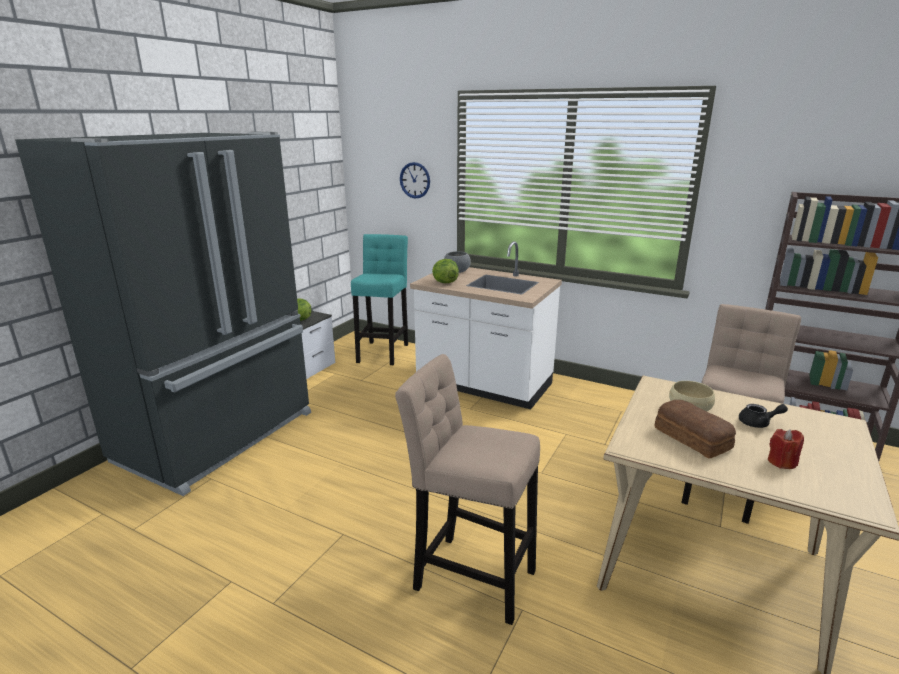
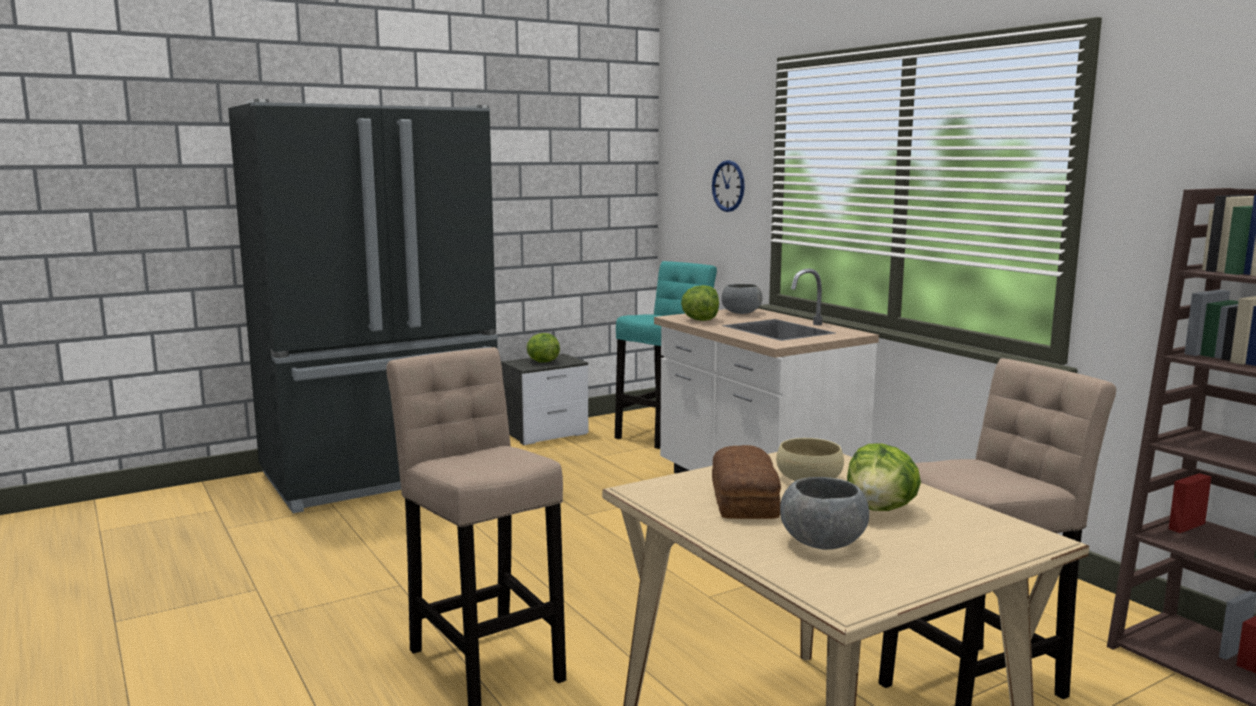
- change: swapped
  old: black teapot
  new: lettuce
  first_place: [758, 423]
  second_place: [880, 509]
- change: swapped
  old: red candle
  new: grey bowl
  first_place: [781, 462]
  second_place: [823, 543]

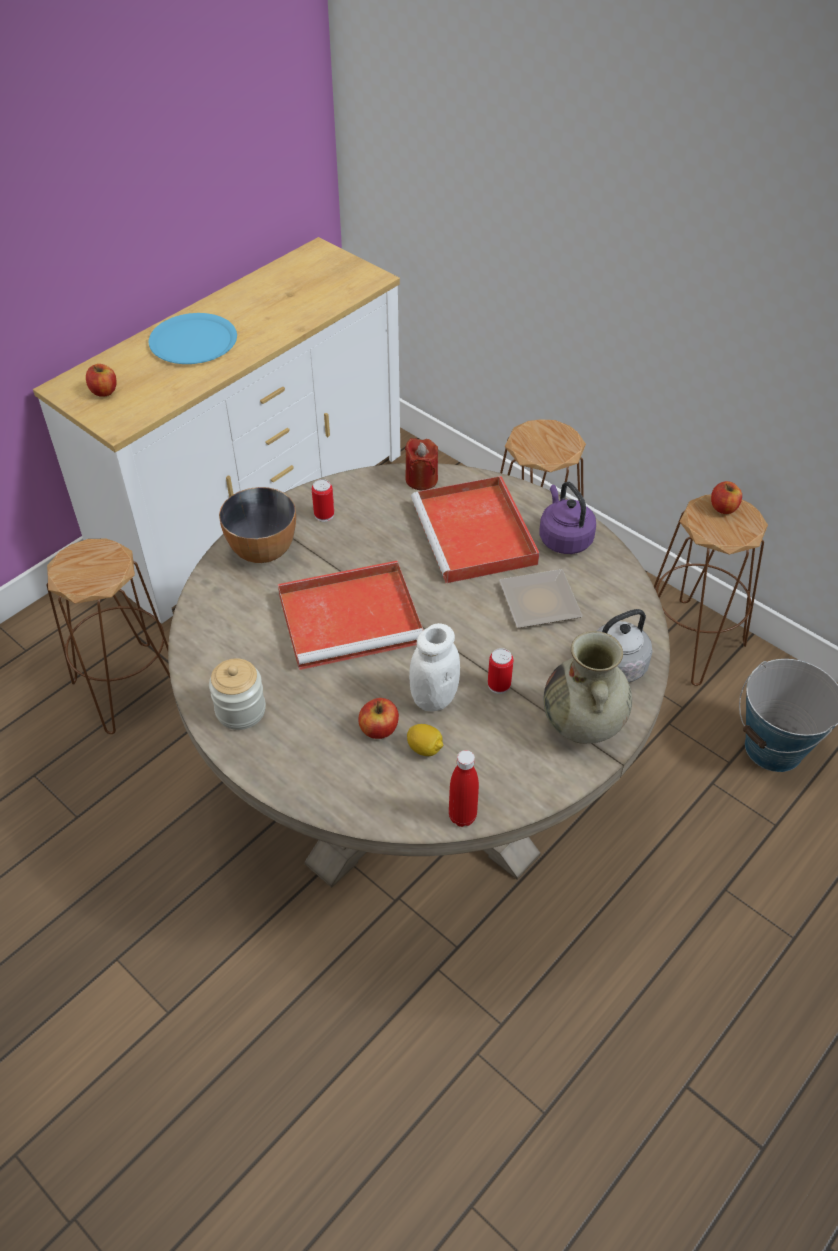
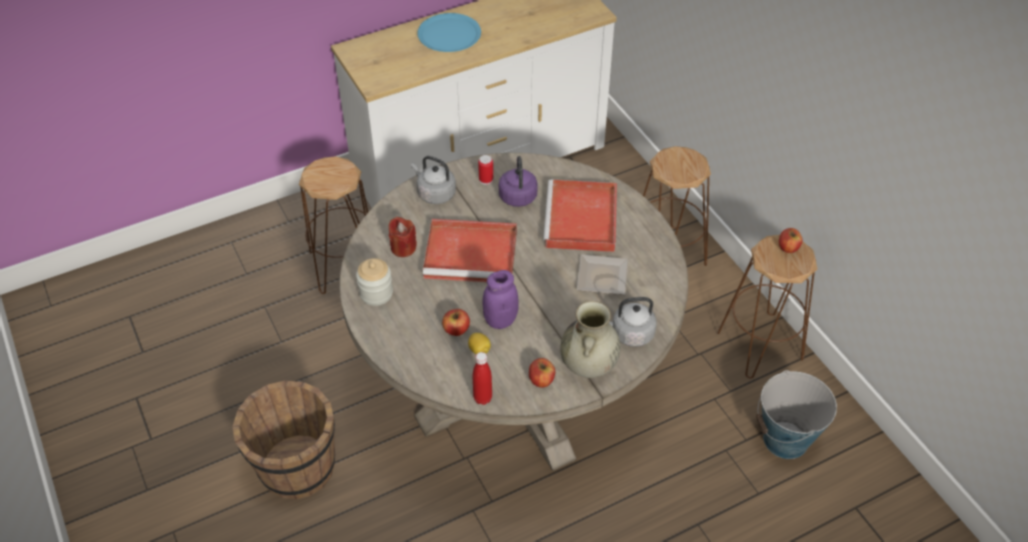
- change: shifted
  old: apple
  first_place: [104, 391]
  second_place: [541, 380]
- change: shifted
  old: red candle
  first_place: [421, 479]
  second_place: [403, 248]
- change: shifted
  old: purple kettle
  first_place: [564, 538]
  second_place: [518, 195]
- change: swapped
  old: bowl
  new: grey kettle
  first_place: [262, 550]
  second_place: [434, 193]
- change: repainted
  old: white jar
  new: purple jar
  first_place: [434, 698]
  second_place: [500, 320]
- change: gone
  old: can
  first_place: [499, 685]
- change: new
  new: brown bucket
  second_place: [296, 467]

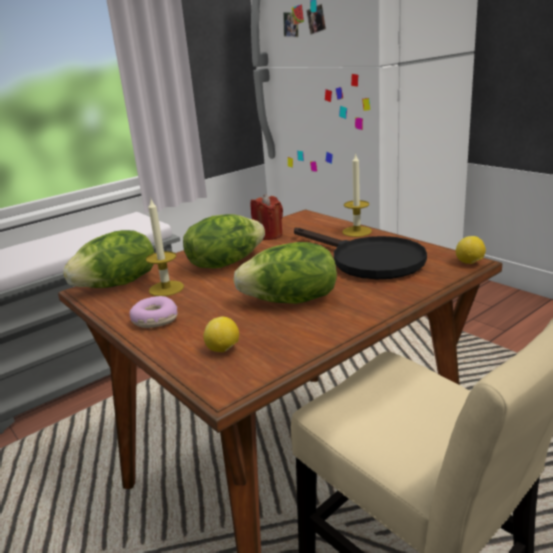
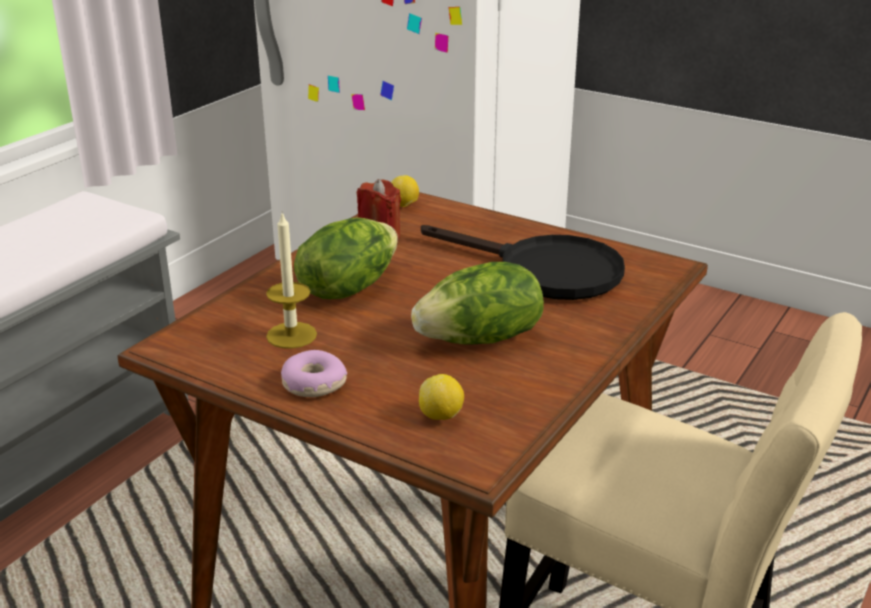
- change: gone
  old: candle
  first_place: [357, 231]
- change: gone
  old: lettuce
  first_place: [118, 284]
- change: shifted
  old: lemon
  first_place: [469, 263]
  second_place: [403, 206]

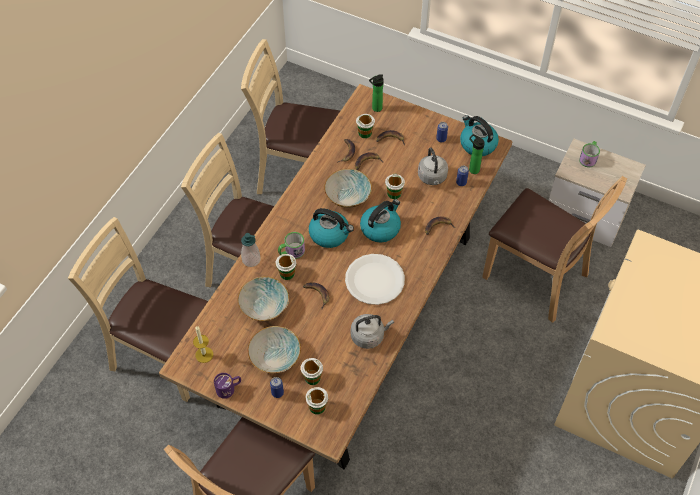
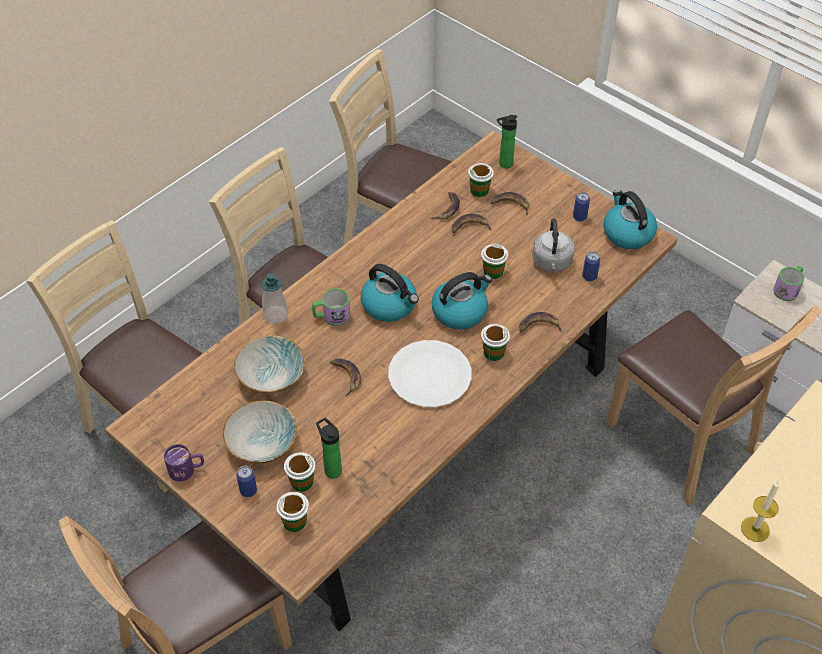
- change: shifted
  old: bottle
  first_place: [472, 169]
  second_place: [331, 469]
- change: gone
  old: bowl
  first_place: [348, 196]
- change: shifted
  old: cup
  first_place: [287, 273]
  second_place: [493, 352]
- change: gone
  old: grey kettle
  first_place: [369, 336]
- change: shifted
  old: candle
  first_place: [204, 354]
  second_place: [755, 529]

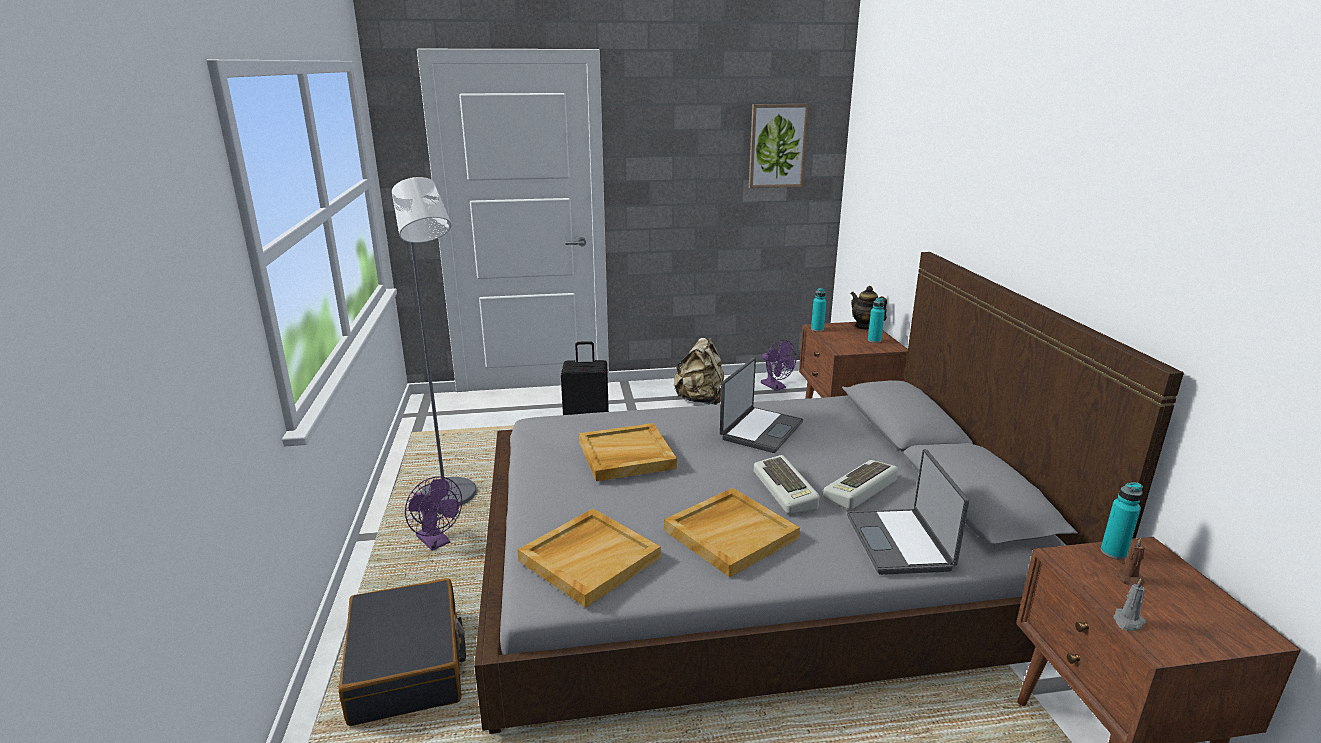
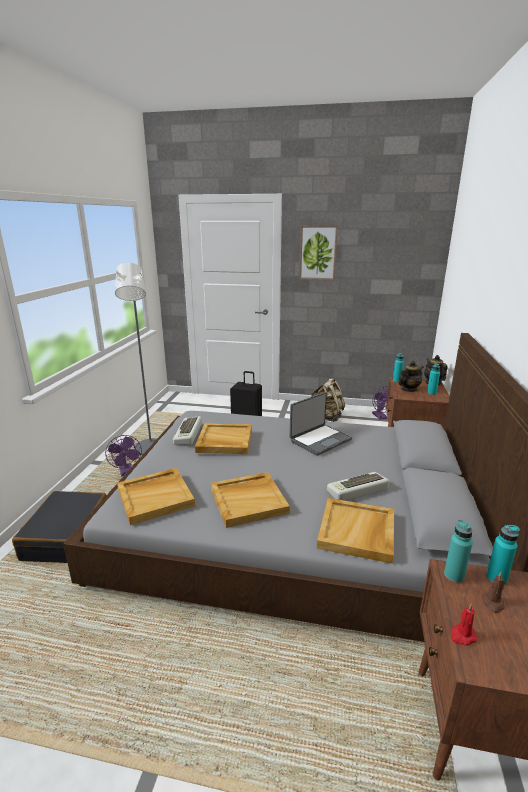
- change: shifted
  old: picture
  first_place: [777, 146]
  second_place: [318, 252]
- change: swapped
  old: laptop
  new: beige tray
  first_place: [900, 542]
  second_place: [357, 532]
- change: shifted
  old: keyboard
  first_place: [787, 490]
  second_place: [189, 434]
- change: repainted
  old: grey candle
  new: red candle
  first_place: [1127, 621]
  second_place: [462, 636]
- change: new
  new: teapot
  second_place: [408, 389]
- change: new
  new: turquoise bottle
  second_place: [454, 575]

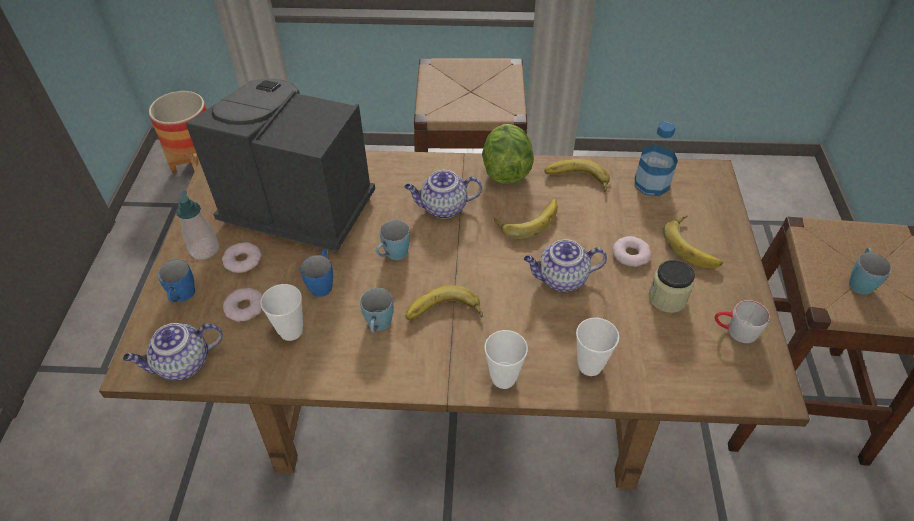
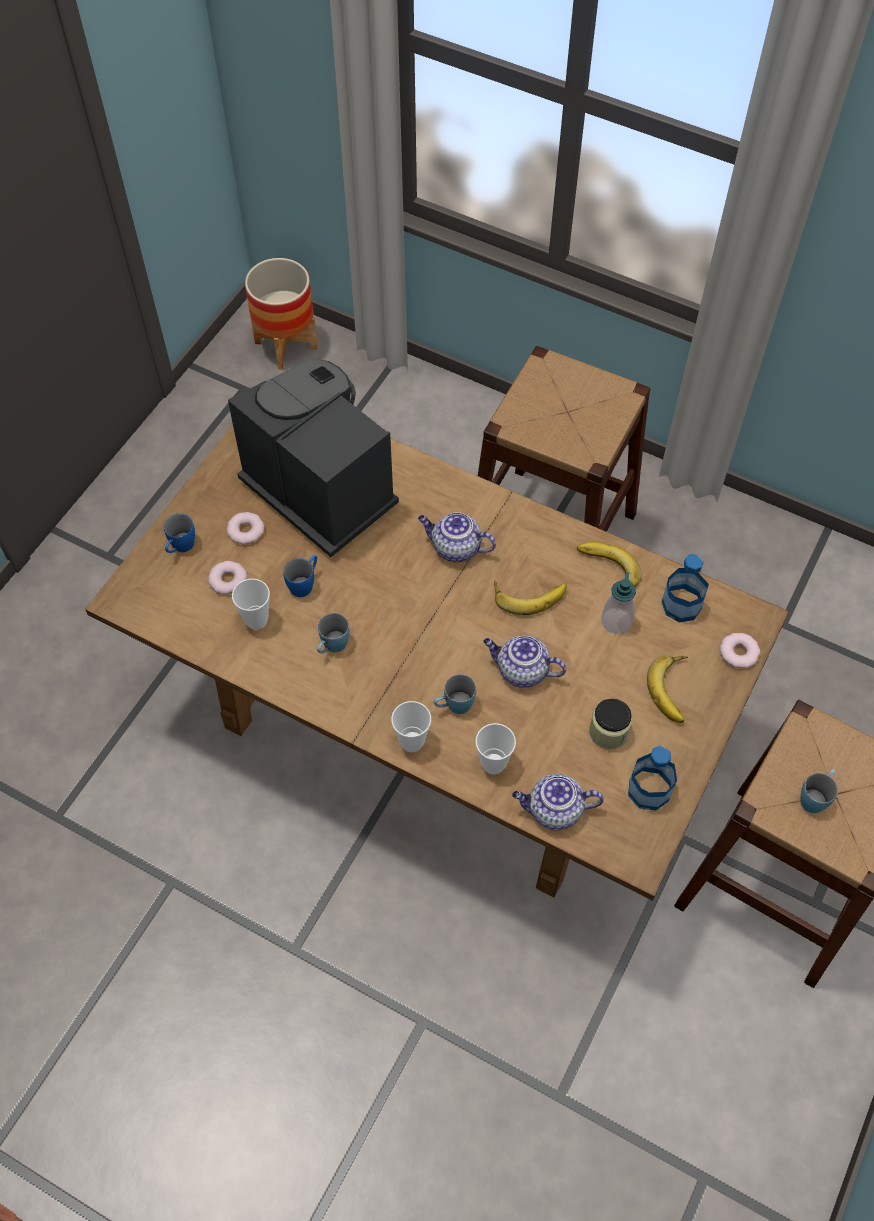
- change: gone
  old: lettuce
  first_place: [506, 171]
- change: shifted
  old: soap dispenser
  first_place: [204, 249]
  second_place: [616, 621]
- change: shifted
  old: blue mug
  first_place: [393, 255]
  second_place: [454, 706]
- change: shifted
  old: donut
  first_place: [630, 254]
  second_place: [738, 652]
- change: gone
  old: banana
  first_place: [444, 314]
- change: swapped
  old: grey mug
  new: bottle
  first_place: [735, 331]
  second_place: [648, 790]
- change: shifted
  old: teapot
  first_place: [182, 364]
  second_place: [554, 810]

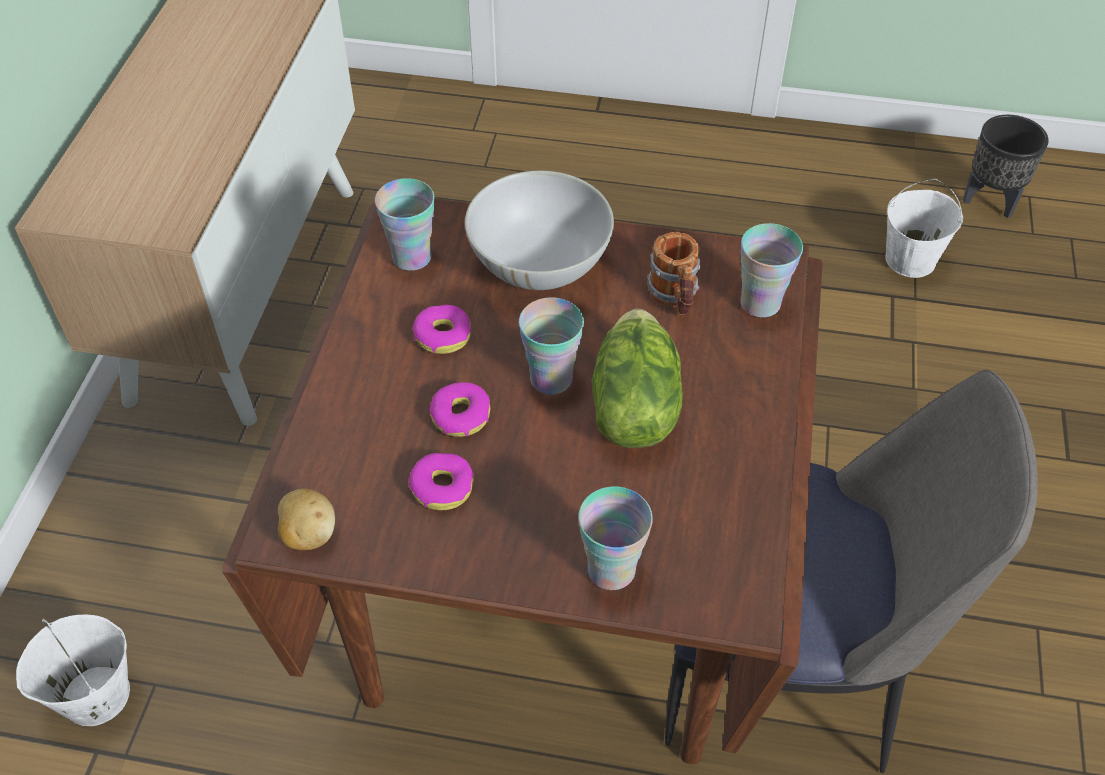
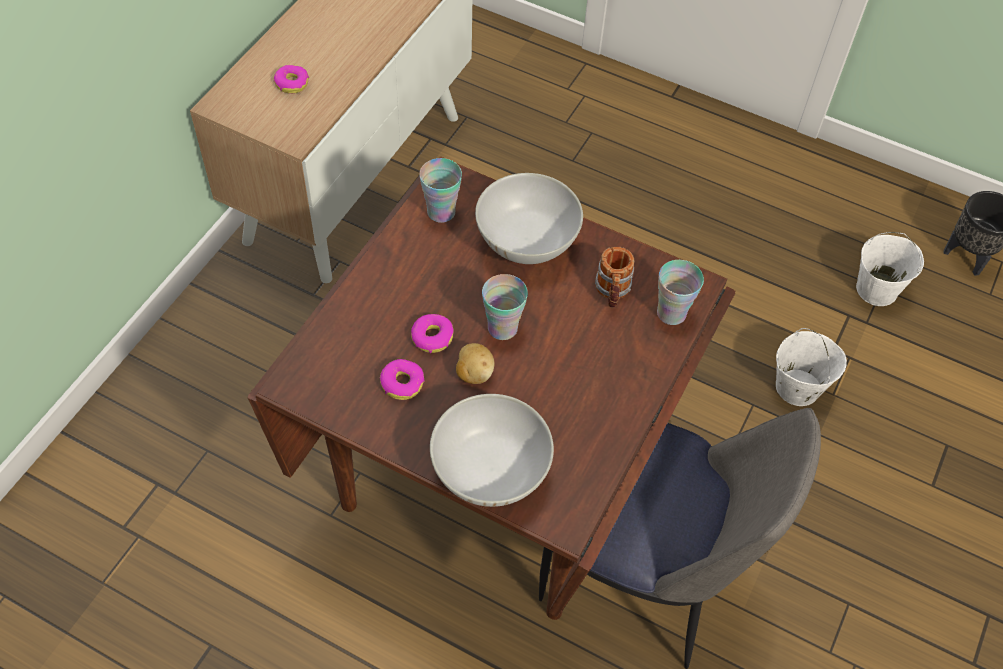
- change: shifted
  old: donut
  first_place: [443, 335]
  second_place: [292, 83]
- change: gone
  old: lettuce
  first_place: [632, 407]
- change: swapped
  old: cup
  new: white bowl
  first_place: [611, 570]
  second_place: [490, 471]
- change: shifted
  old: potato
  first_place: [308, 534]
  second_place: [474, 373]
- change: shifted
  old: white bucket
  first_place: [95, 696]
  second_place: [796, 388]

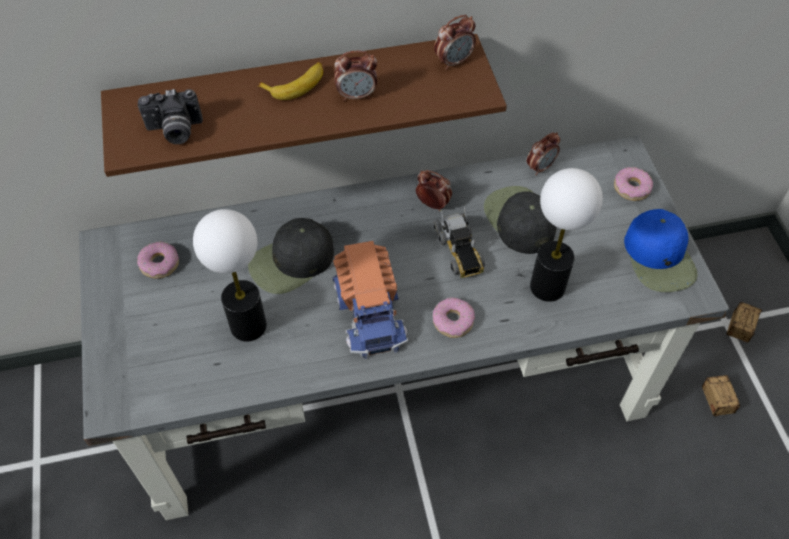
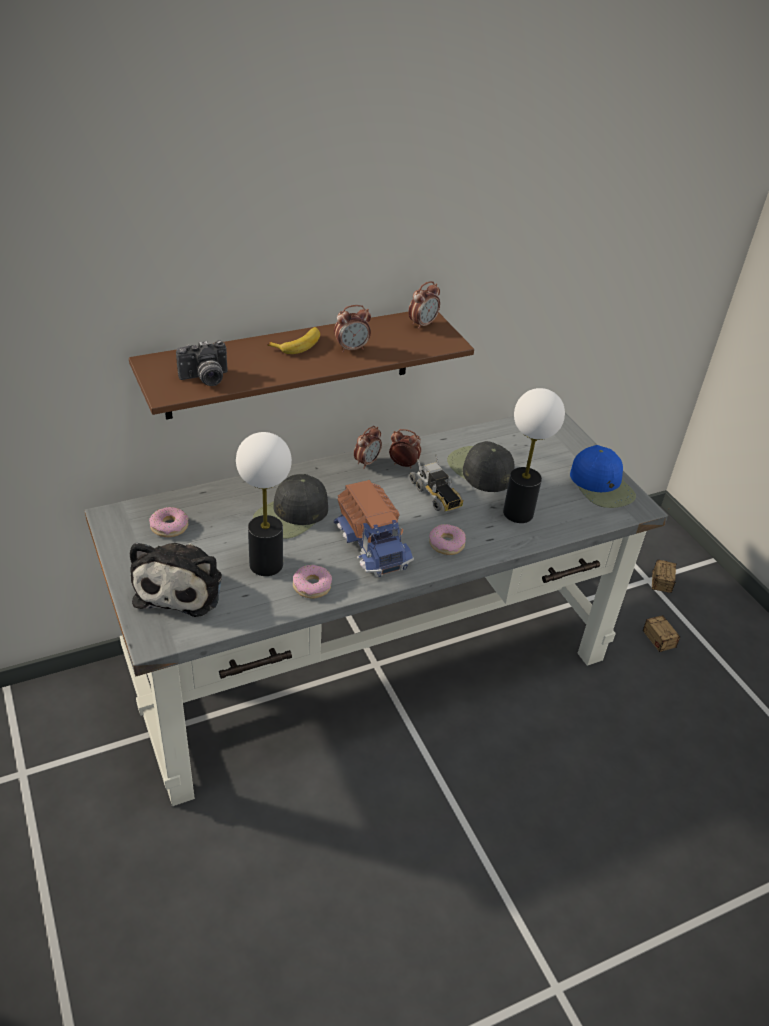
- change: shifted
  old: alarm clock
  first_place: [540, 167]
  second_place: [367, 462]
- change: shifted
  old: donut
  first_place: [631, 188]
  second_place: [312, 586]
- change: new
  new: plush toy
  second_place: [181, 586]

